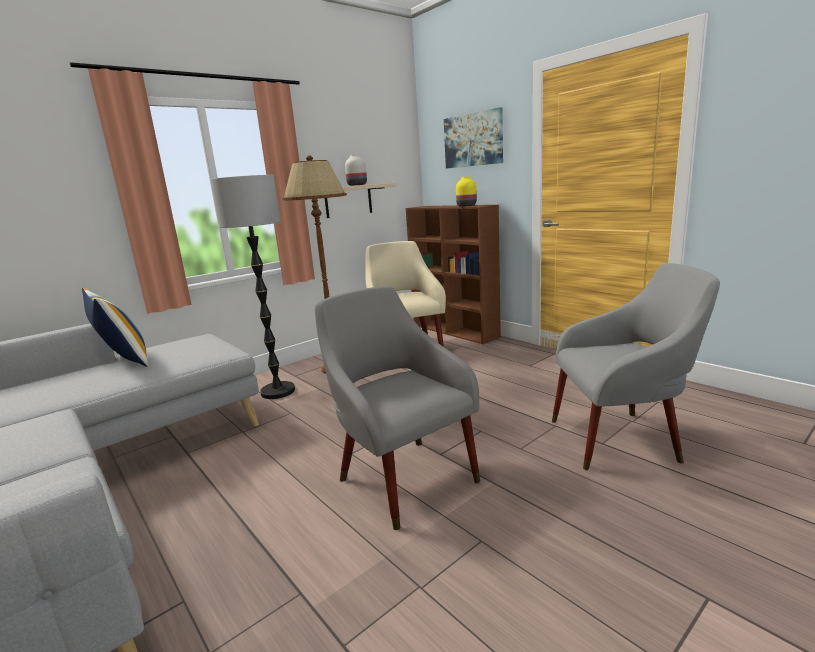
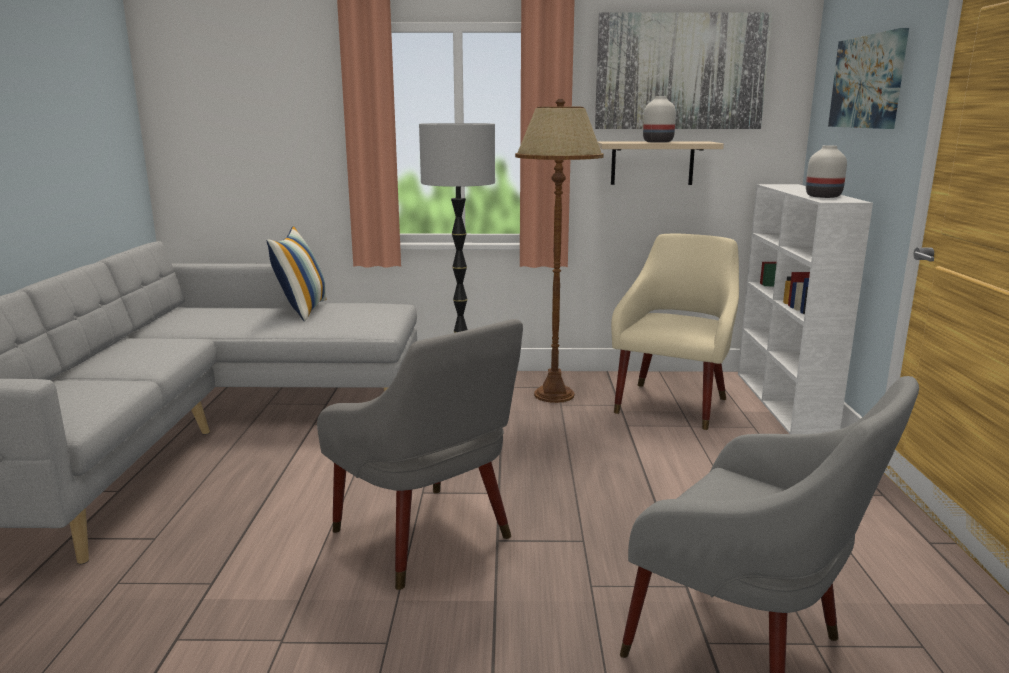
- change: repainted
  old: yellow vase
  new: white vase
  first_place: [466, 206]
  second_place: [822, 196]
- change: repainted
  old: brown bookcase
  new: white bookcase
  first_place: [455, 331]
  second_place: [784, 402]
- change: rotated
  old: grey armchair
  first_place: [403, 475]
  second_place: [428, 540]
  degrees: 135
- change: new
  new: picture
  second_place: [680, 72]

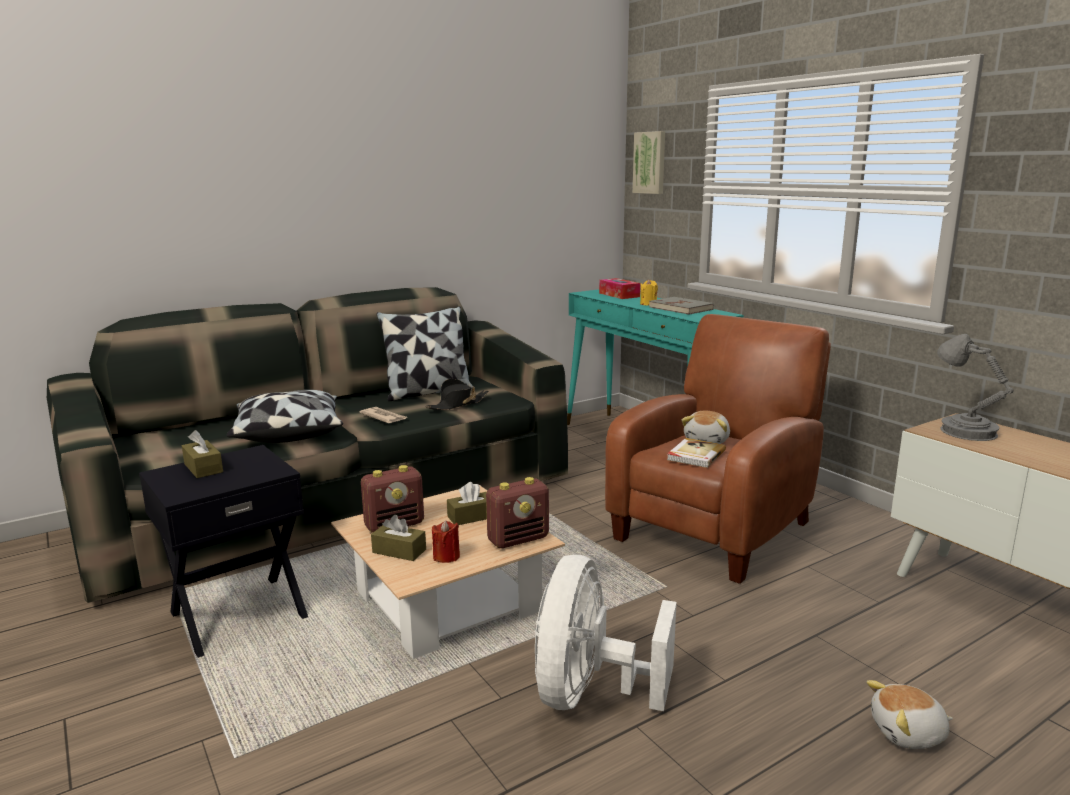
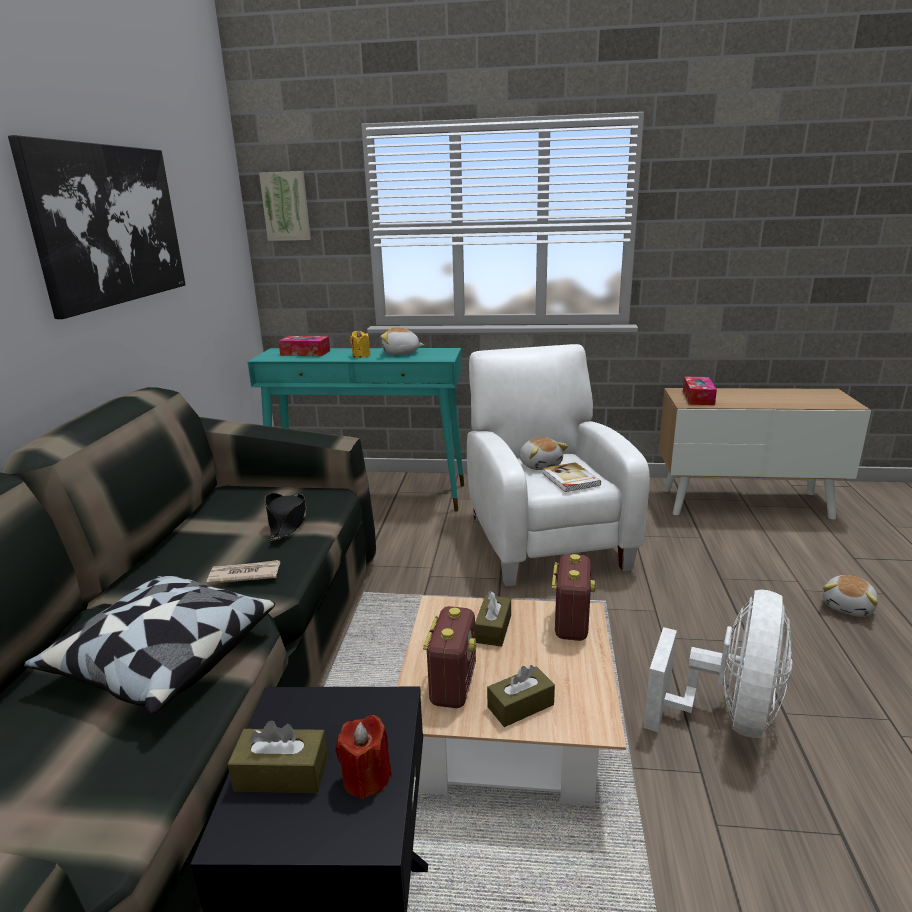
- change: swapped
  old: grey book
  new: plush toy
  first_place: [681, 308]
  second_place: [401, 353]
- change: gone
  old: pillow
  first_place: [428, 392]
- change: repainted
  old: brown armchair
  new: white armchair
  first_place: [717, 527]
  second_place: [544, 537]
- change: swapped
  old: grey table lamp
  new: tissue box
  first_place: [963, 431]
  second_place: [698, 398]
- change: shifted
  old: red candle
  first_place: [446, 557]
  second_place: [366, 778]
- change: rotated
  old: white fan
  first_place: [589, 693]
  second_place: [727, 715]
  degrees: -120
- change: new
  new: picture
  second_place: [109, 225]

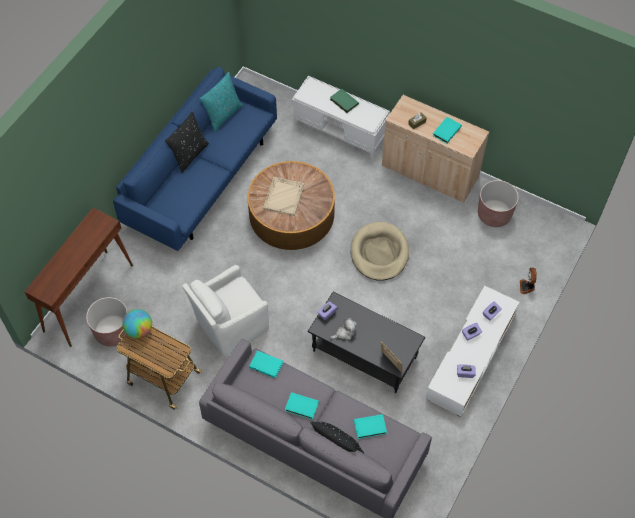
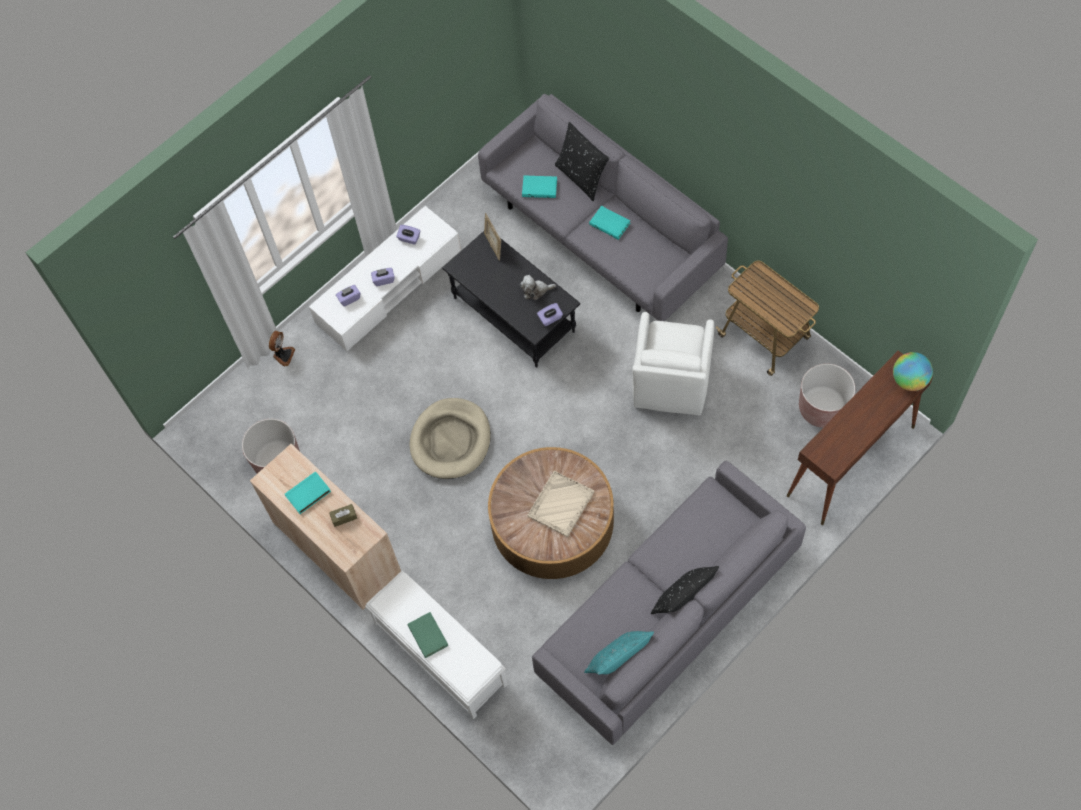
- change: repainted
  old: blue sofa
  new: grey sofa
  first_place: [203, 178]
  second_place: [667, 614]
- change: rotated
  old: white armchair
  first_place: [230, 326]
  second_place: [670, 384]
  degrees: 120
- change: shifted
  old: globe
  first_place: [139, 330]
  second_place: [909, 380]
- change: gone
  old: turquoise book
  first_place: [266, 364]

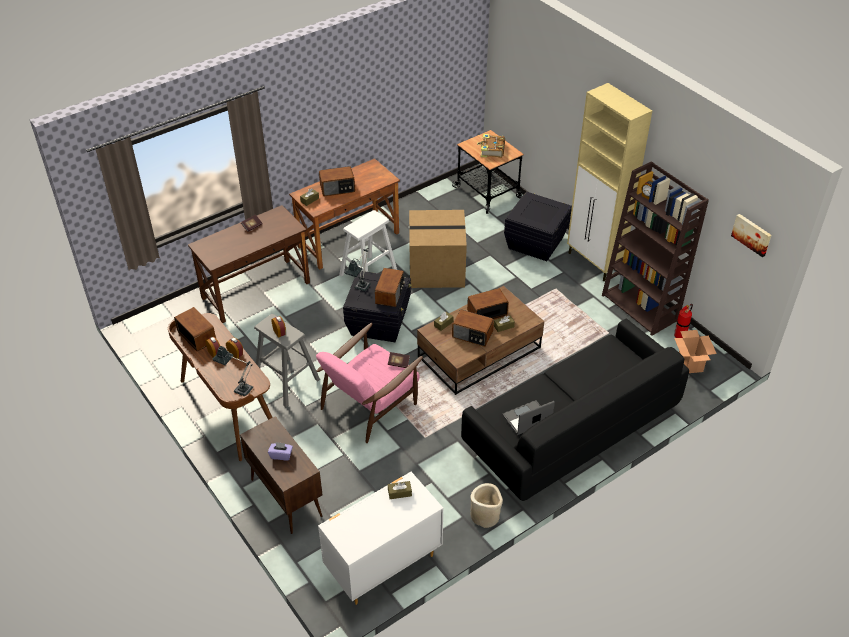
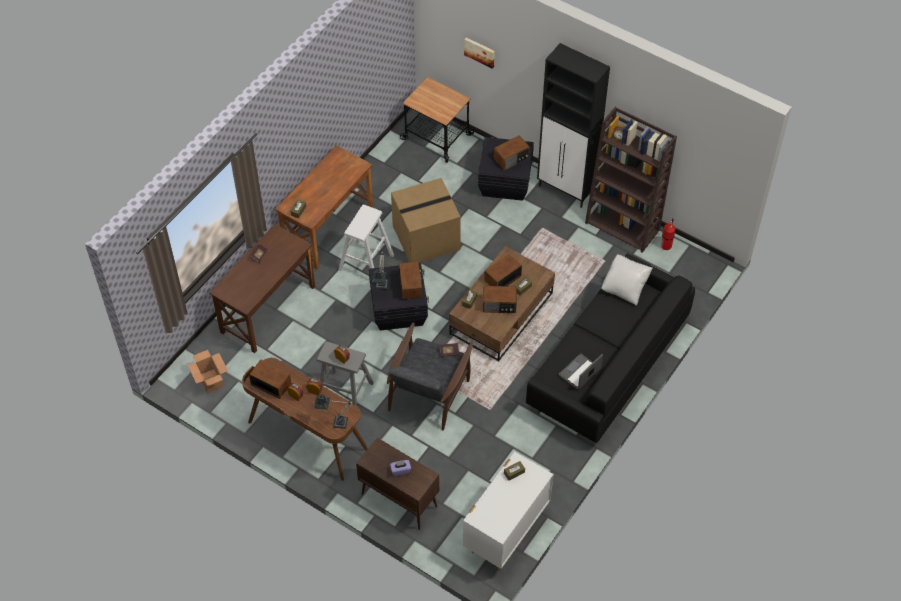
- change: repainted
  old: beige cabinet
  new: black cabinet
  first_place: [594, 263]
  second_place: [566, 190]
- change: gone
  old: book
  first_place: [491, 150]
- change: shifted
  old: radio
  first_place: [337, 189]
  second_place: [512, 158]
- change: shifted
  old: picture
  first_place: [752, 234]
  second_place: [480, 52]
- change: repainted
  old: pink armchair
  new: grey armchair
  first_place: [370, 404]
  second_place: [429, 392]
- change: shifted
  old: cardboard box
  first_place: [690, 363]
  second_place: [210, 381]
- change: gone
  old: beige planter
  first_place: [485, 516]
- change: new
  new: white pillow
  second_place: [625, 287]

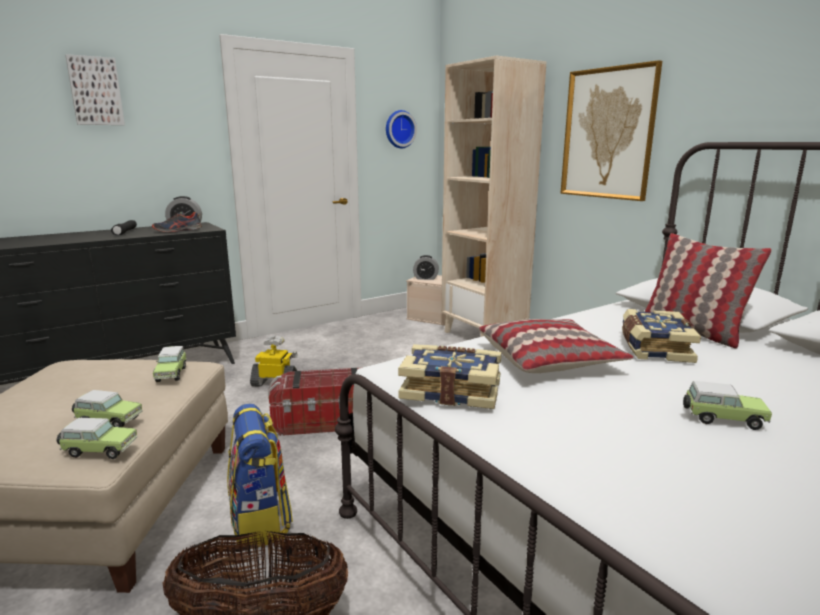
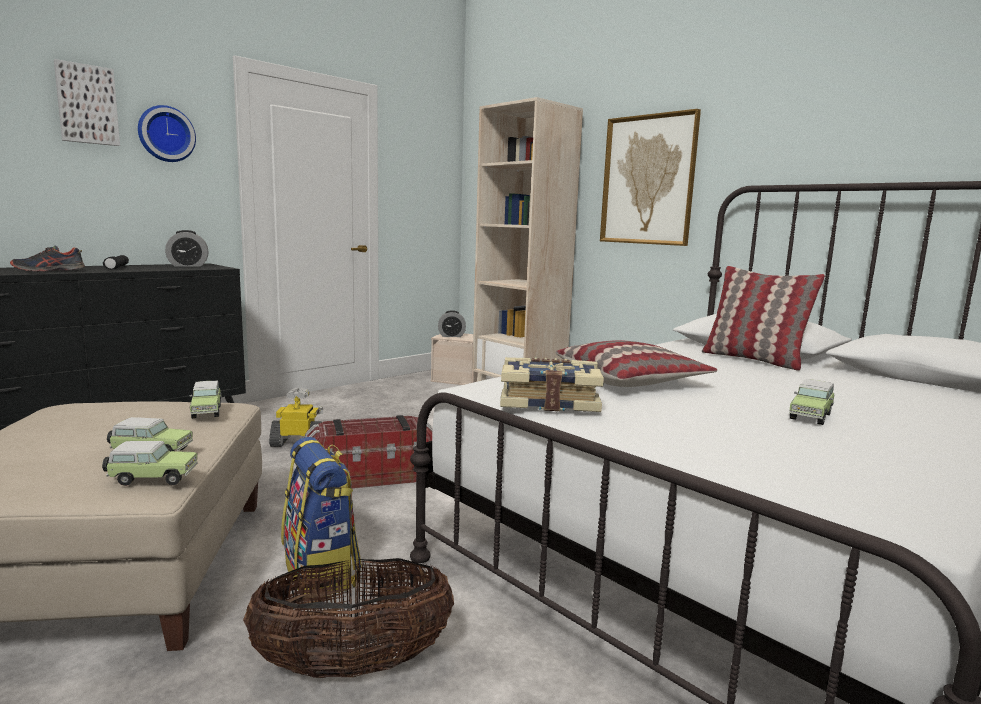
- change: shifted
  old: wall clock
  first_place: [399, 129]
  second_place: [166, 134]
- change: shifted
  old: shoe
  first_place: [178, 231]
  second_place: [49, 271]
- change: gone
  old: book
  first_place: [653, 348]
- change: rotated
  old: toy car
  first_place: [721, 419]
  second_place: [810, 416]
  degrees: 120

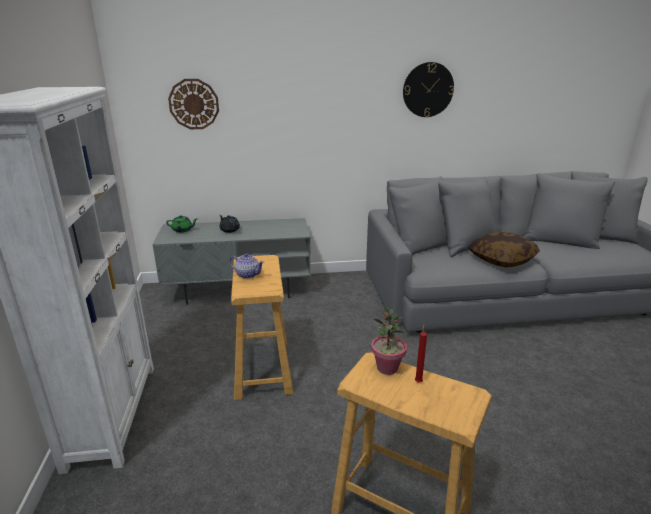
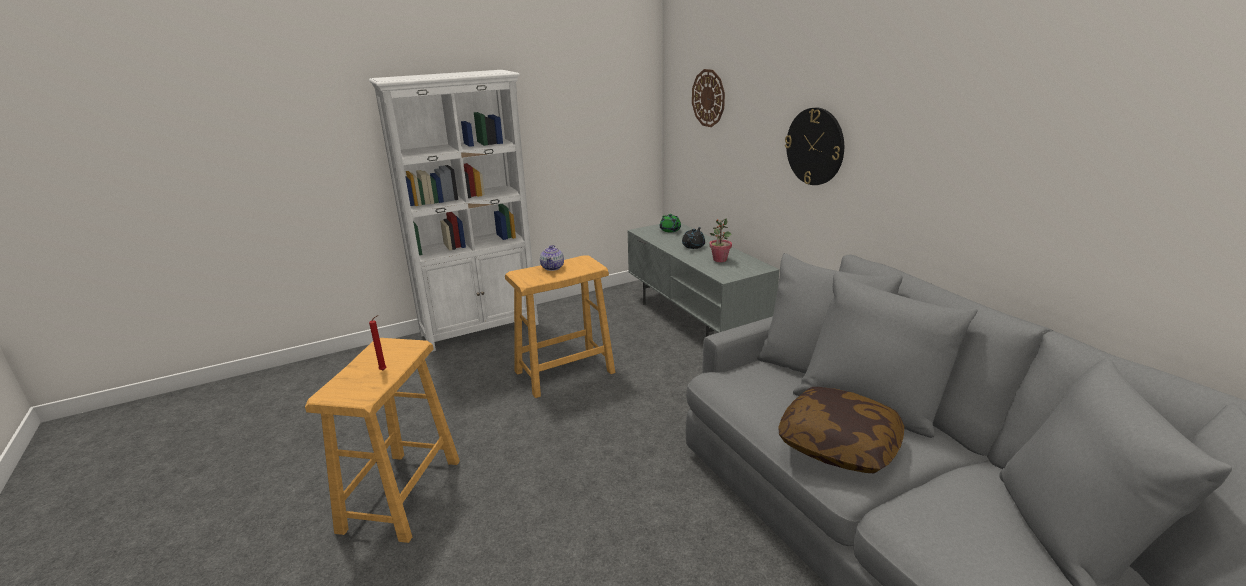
- change: shifted
  old: wall clock
  first_place: [428, 90]
  second_place: [815, 146]
- change: shifted
  old: potted plant
  first_place: [387, 368]
  second_place: [719, 260]

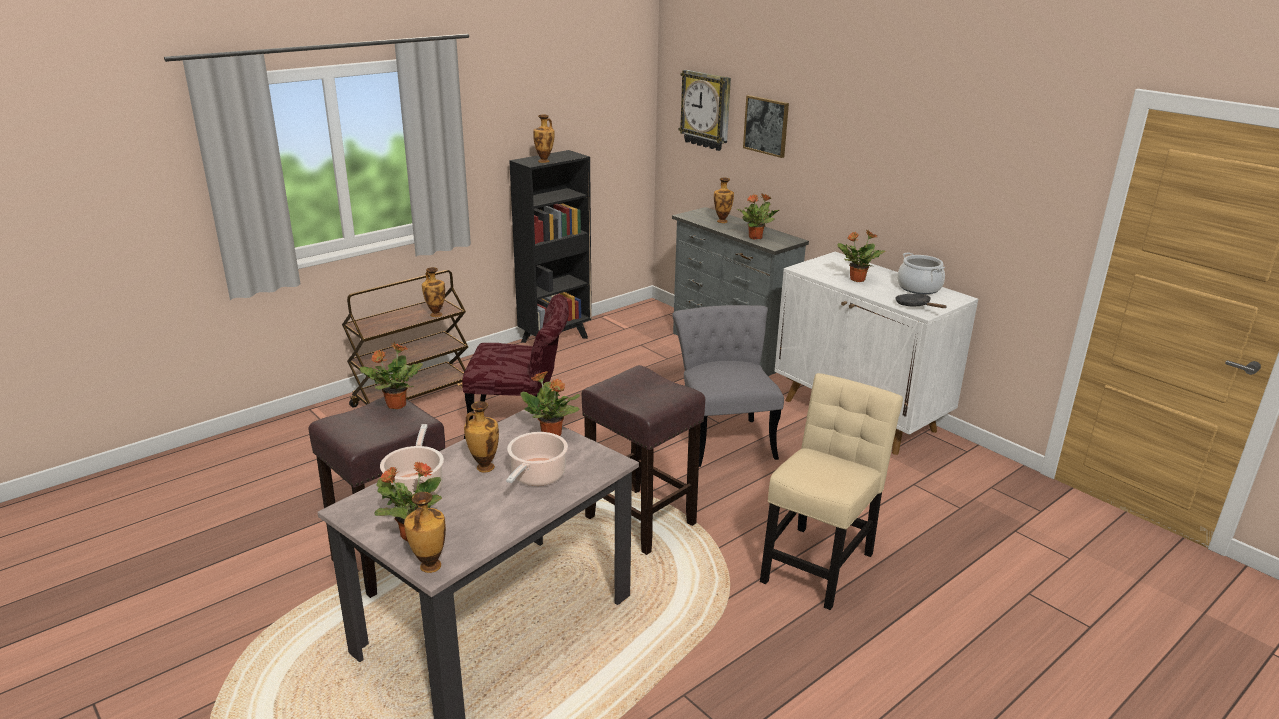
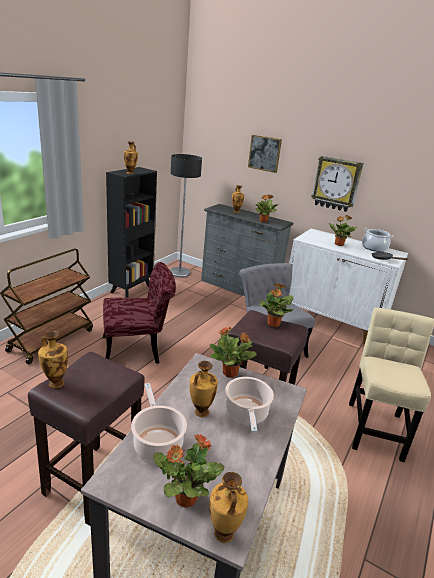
- change: shifted
  old: wall clock
  first_place: [706, 110]
  second_place: [336, 184]
- change: shifted
  old: vase
  first_place: [436, 314]
  second_place: [55, 383]
- change: shifted
  old: potted plant
  first_place: [395, 405]
  second_place: [273, 324]
- change: new
  new: floor lamp
  second_place: [179, 273]

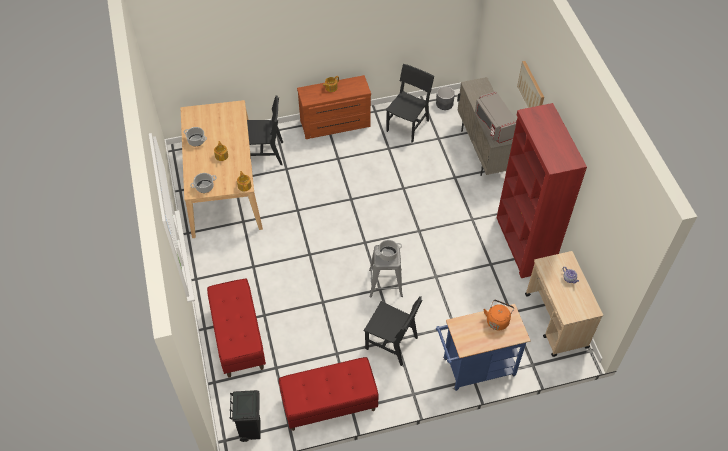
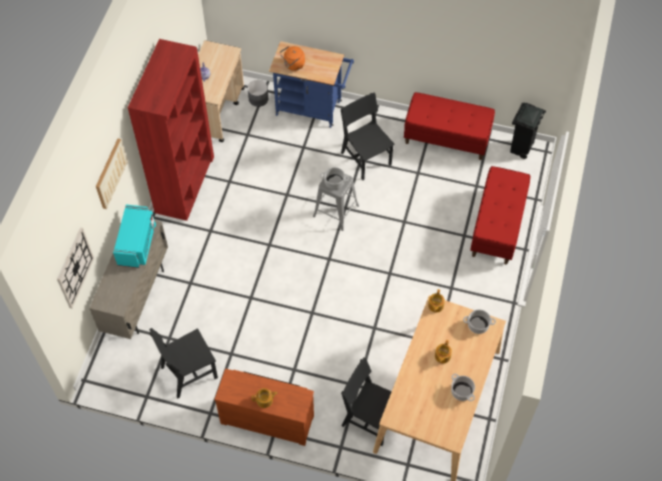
- change: shifted
  old: grey planter
  first_place: [444, 104]
  second_place: [258, 99]
- change: repainted
  old: grey microwave
  new: turquoise microwave
  first_place: [493, 126]
  second_place: [137, 244]
- change: new
  new: wall clock
  second_place: [74, 268]

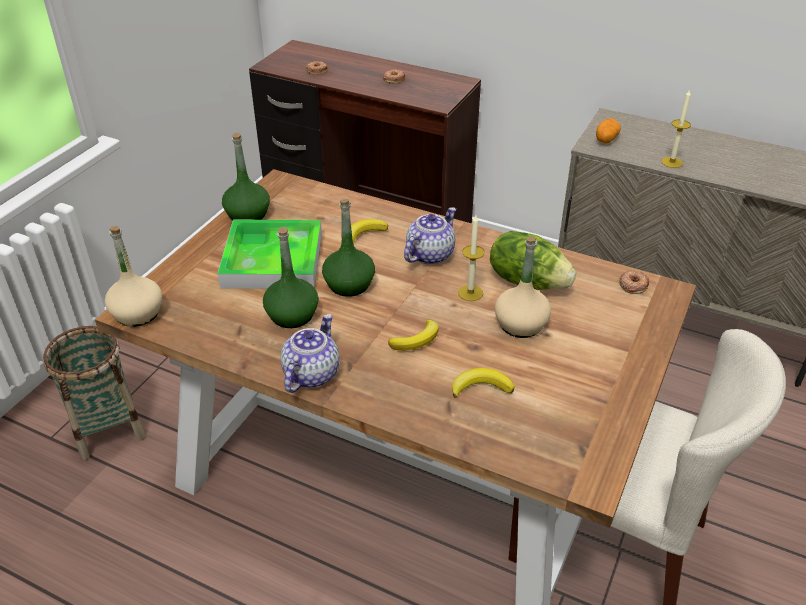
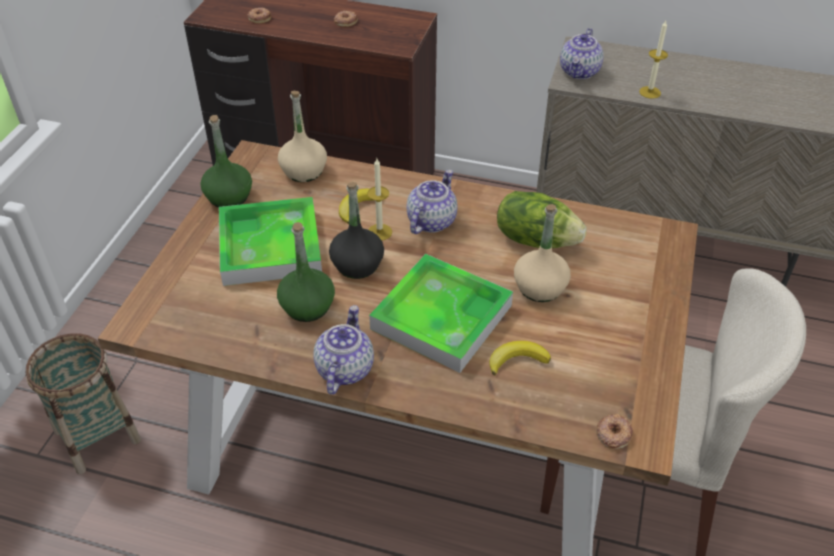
- change: swapped
  old: potato
  new: teapot
  first_place: [606, 139]
  second_place: [580, 72]
- change: repainted
  old: green bottle
  new: black bottle
  first_place: [349, 284]
  second_place: [357, 265]
- change: shifted
  old: candle
  first_place: [470, 293]
  second_place: [379, 232]
- change: shifted
  old: beige bottle
  first_place: [138, 313]
  second_place: [304, 171]
- change: shifted
  old: donut
  first_place: [633, 285]
  second_place: [613, 434]
- change: swapped
  old: banana
  new: tray
  first_place: [417, 339]
  second_place: [441, 317]

